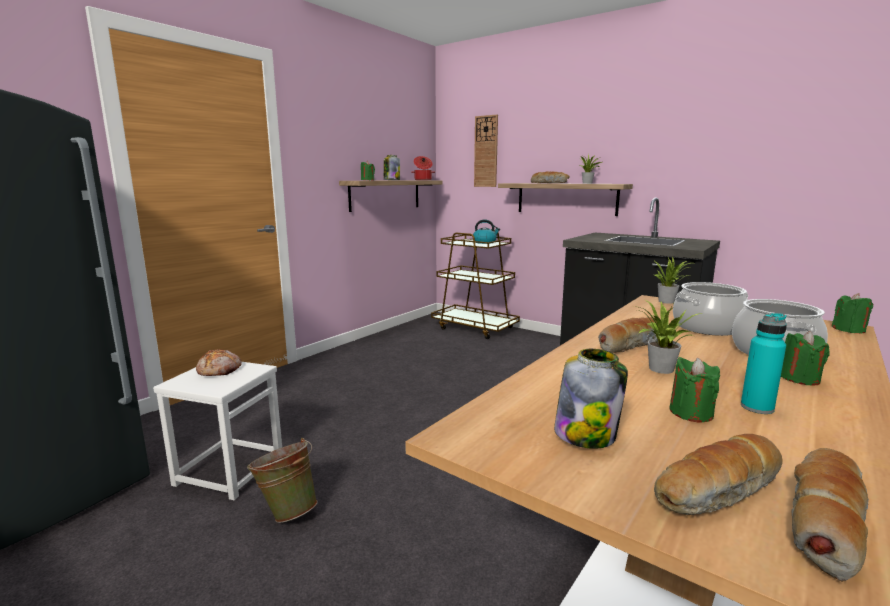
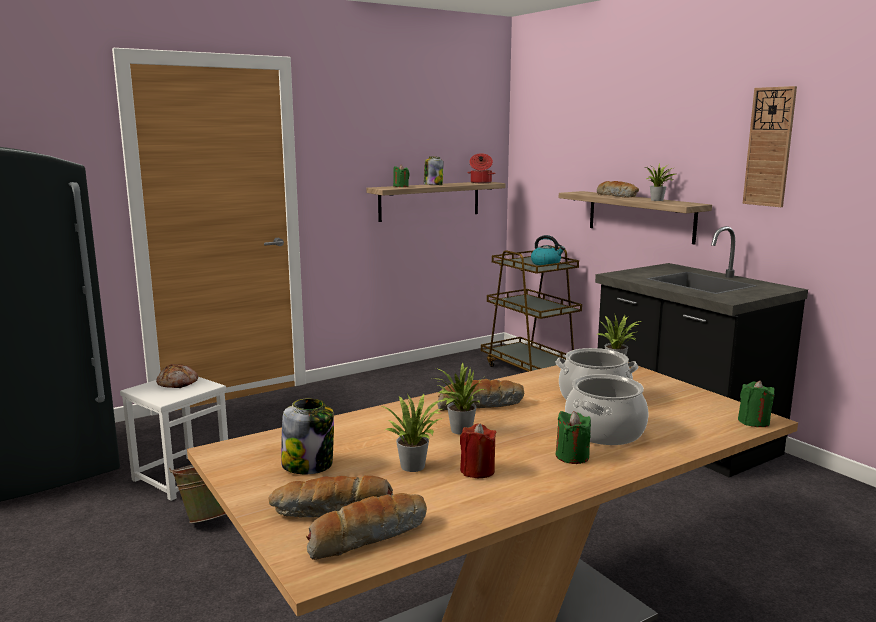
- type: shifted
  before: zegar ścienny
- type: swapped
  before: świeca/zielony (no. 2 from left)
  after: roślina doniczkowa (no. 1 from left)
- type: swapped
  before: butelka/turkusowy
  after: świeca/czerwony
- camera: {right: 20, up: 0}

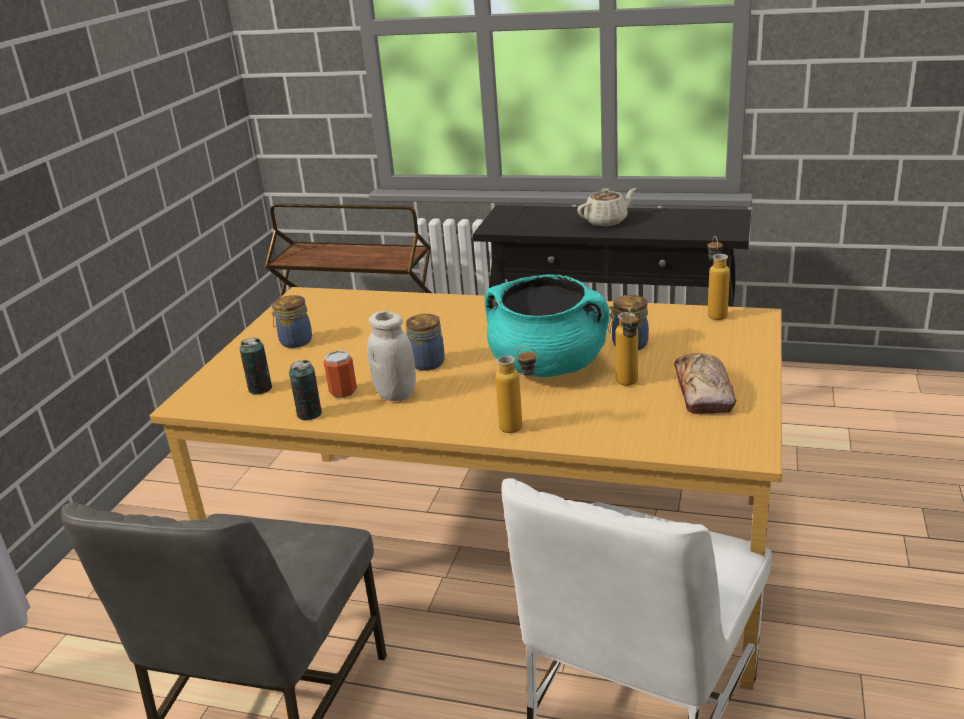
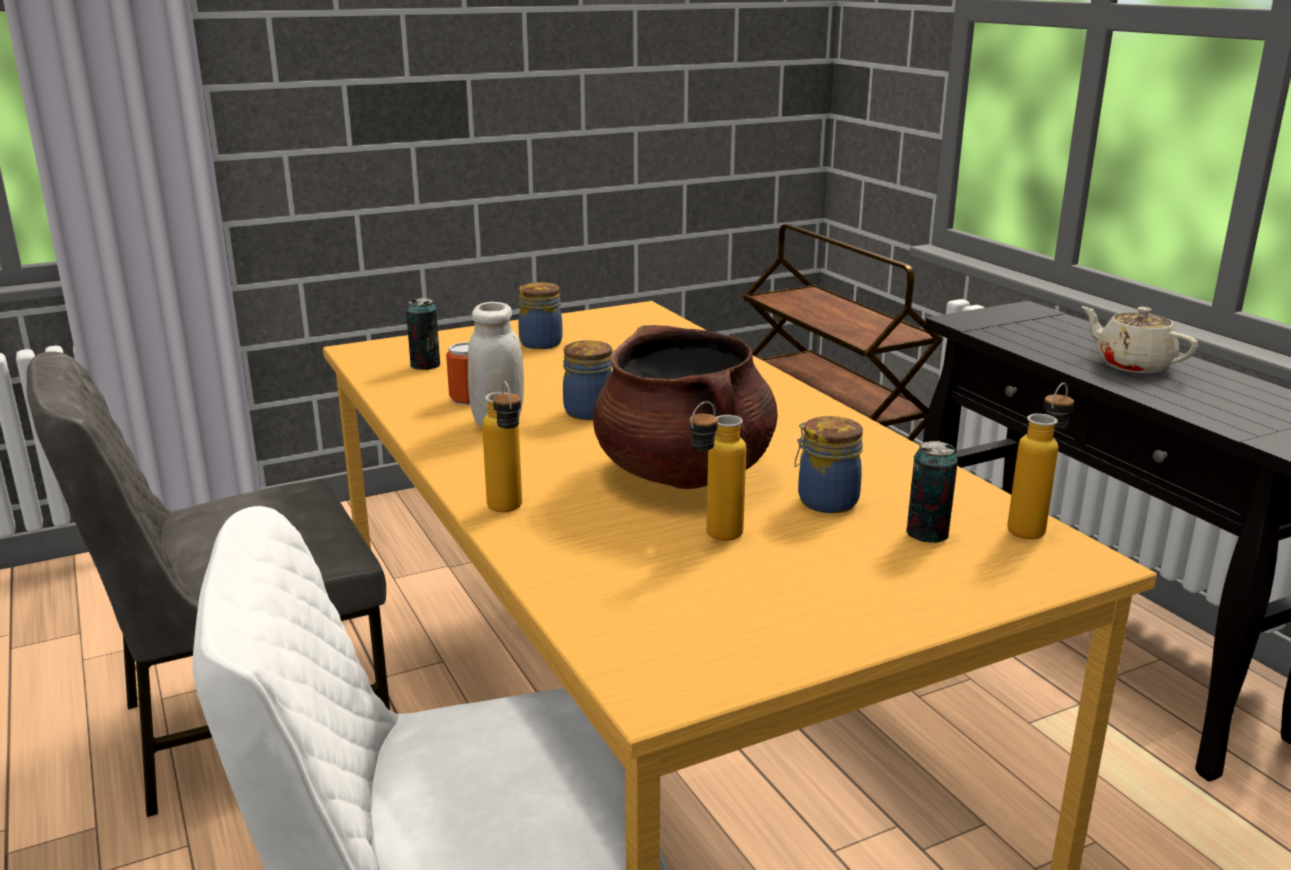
- type: shifted
  before: puszka (no. 2 from left in the first image)
  after: puszka (no. 3 from left)
- type: repainted
  before: garnek/turkusowy
  after: garnek/brązowy
- type: rotated
  before: imbryk/beżowy
  turn: -150
- type: gone
  before: chleb
- camera: {right: 45, up: -5}

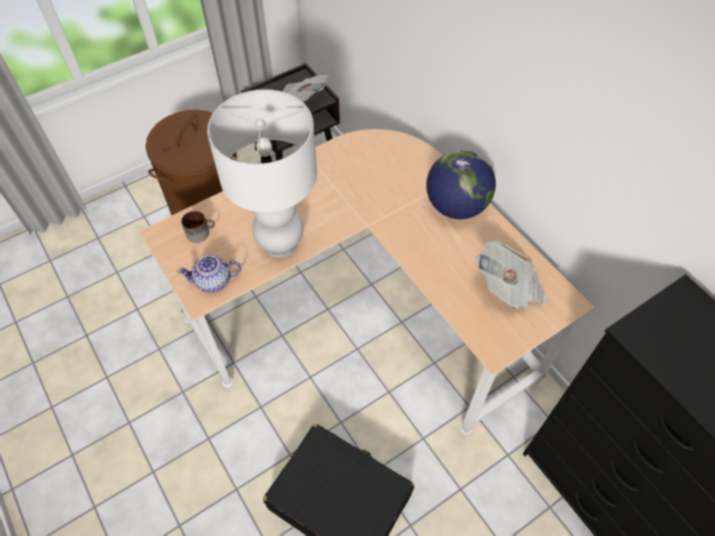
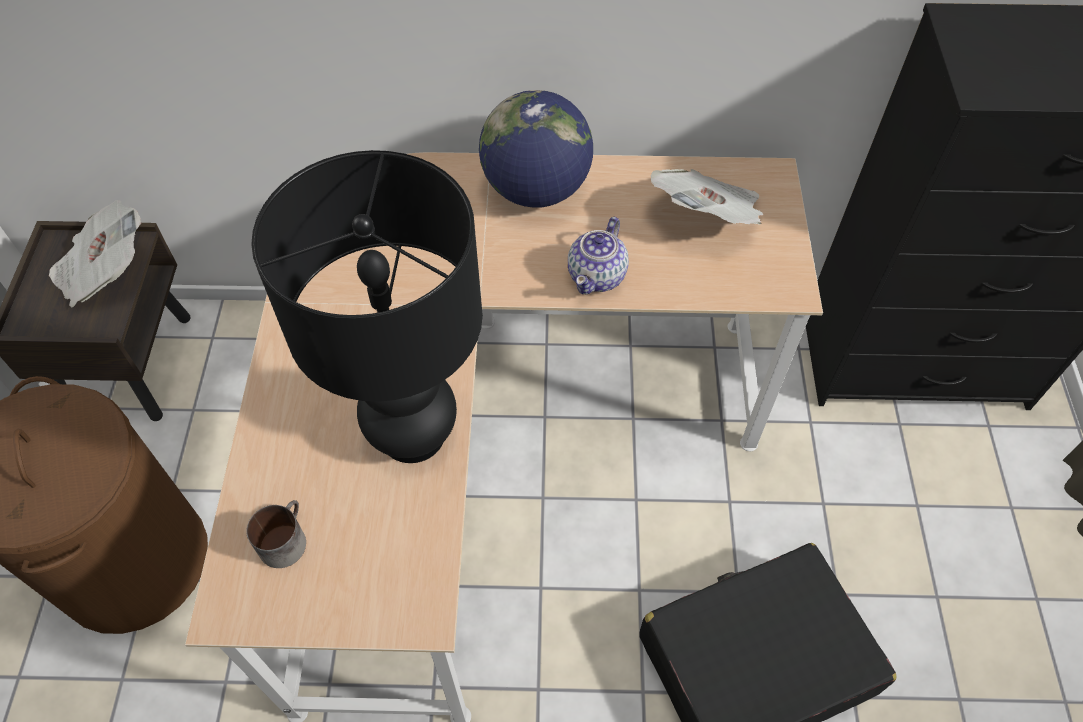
- type: shifted
  before: imbryk
- type: repainted
  before: lampa stołowa/biały
  after: lampa stołowa/czarny
- camera: {right: -55, up: 0}

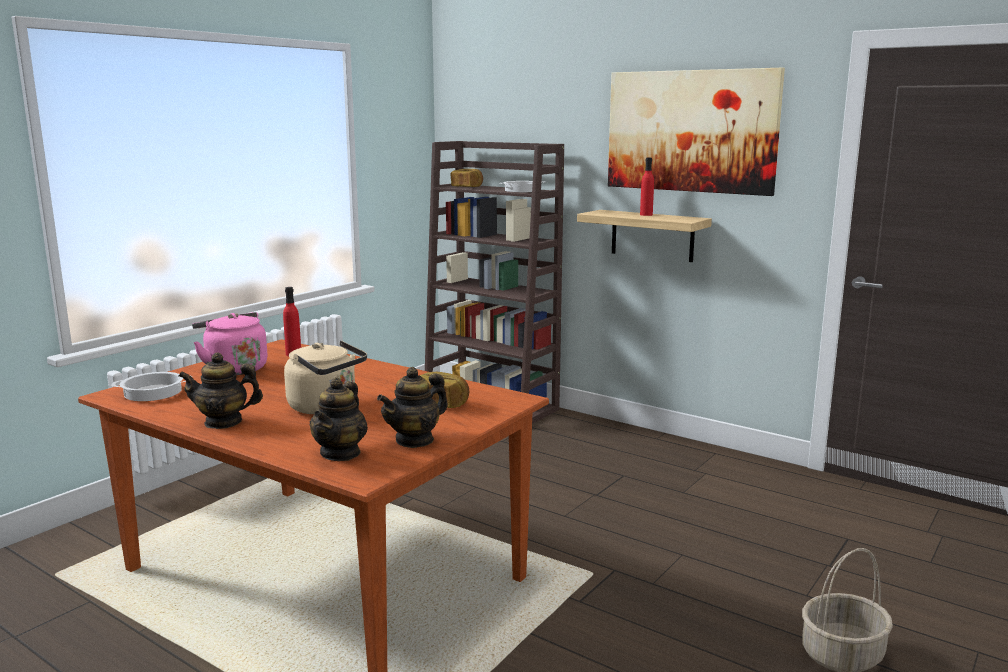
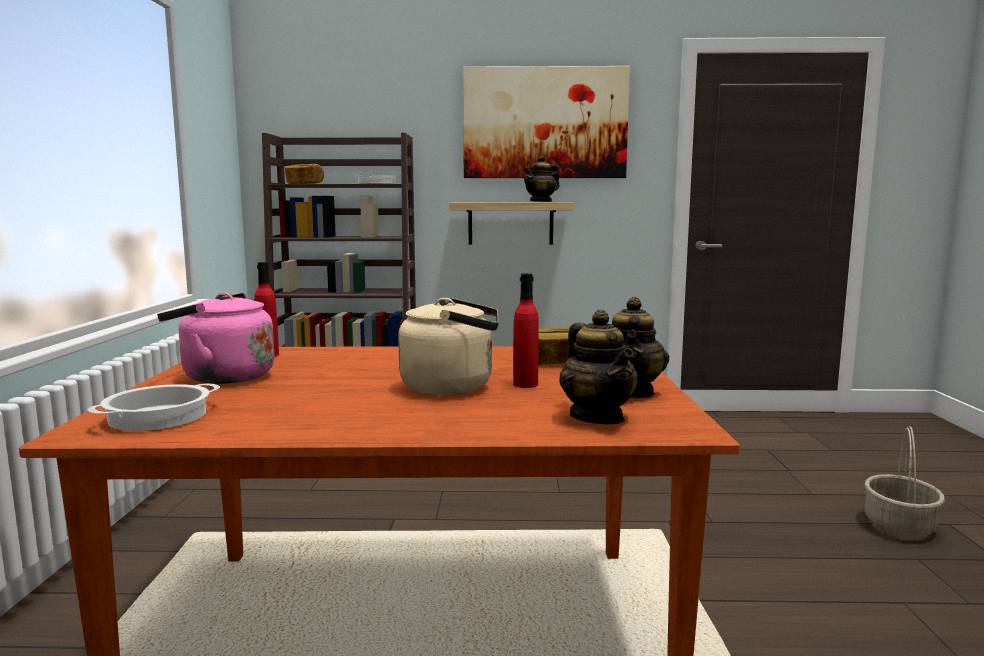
- type: shifted
  before: imbryk (no. 1 from left)
- type: shifted
  before: butelka/czerwony (no. 2 from left)
- camera: {right: -35, up: -5}

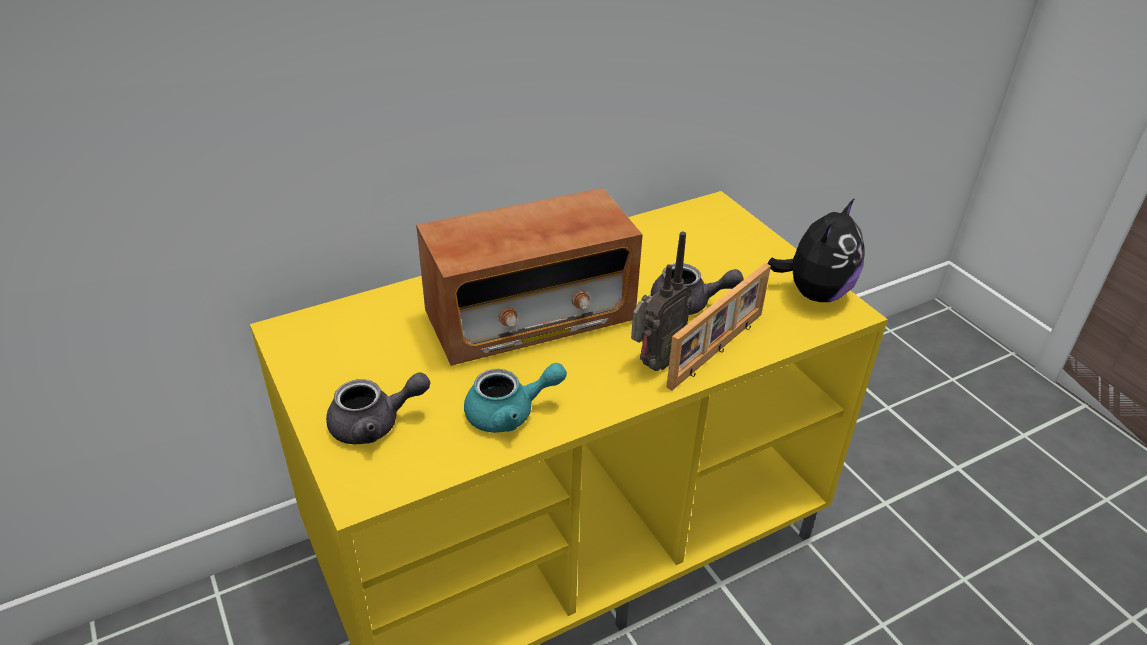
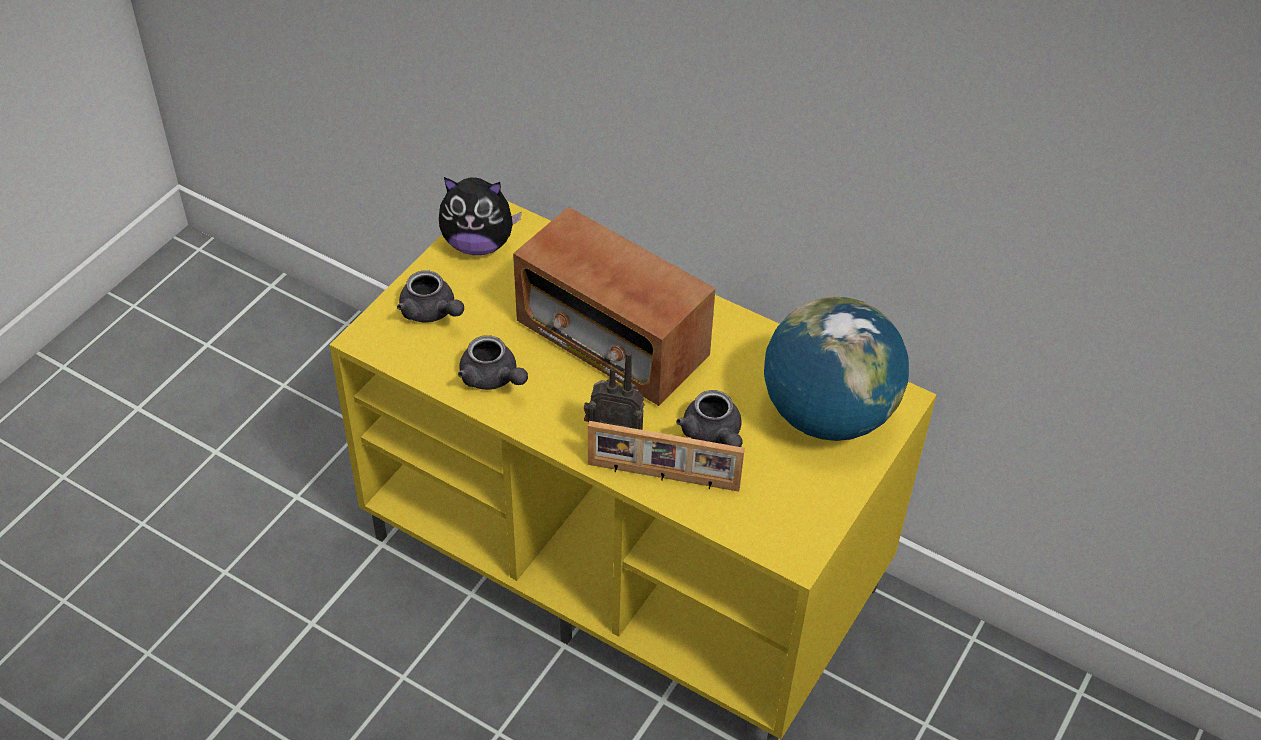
- type: repainted
  before: imbryk/turkusowy
  after: imbryk/szary (no. 2 from left)
- type: shifted
  before: pluszak
- type: new
  after: globus
- camera: {right: 60, up: 10}

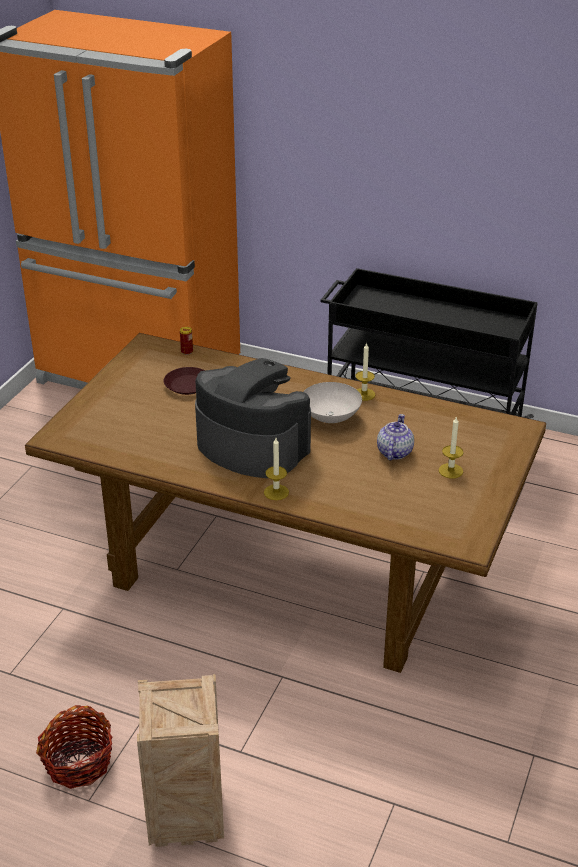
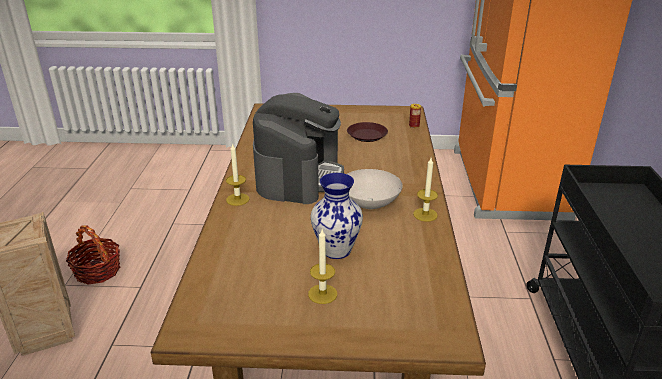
- type: swapped
  before: imbryk
  after: wazon
- camera: {right: 70, up: -5}

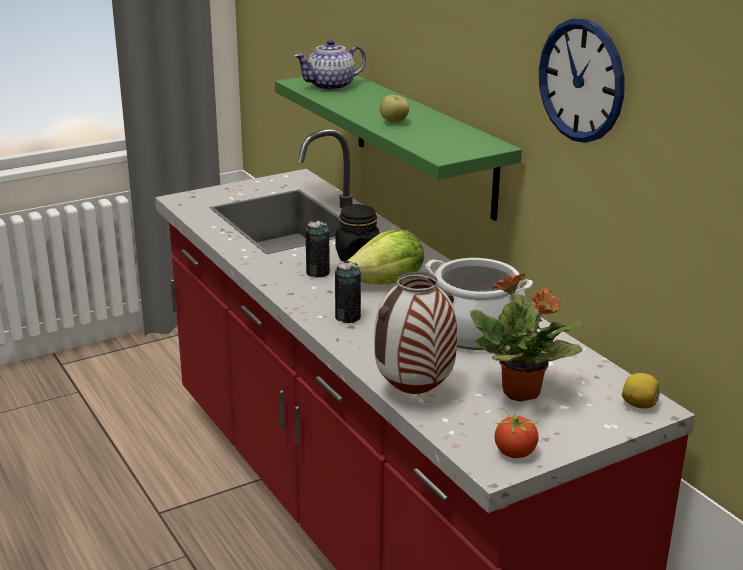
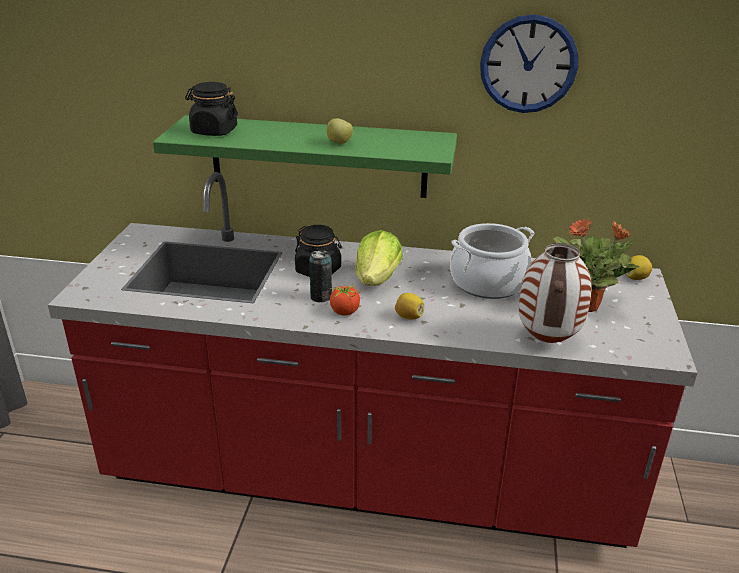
- type: swapped
  before: imbryk
  after: słoik/czarny (no. 1 from left)
- type: swapped
  before: puszka (no. 2 from left)
  after: cytryna (no. 1 from left)
- type: shifted
  before: pomidor
- camera: {right: -50, up: 5}

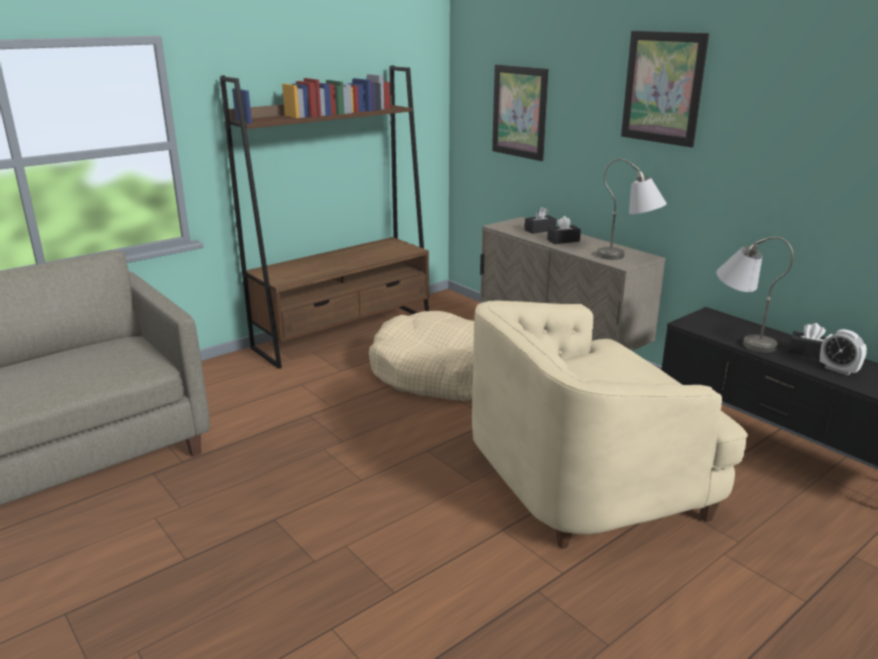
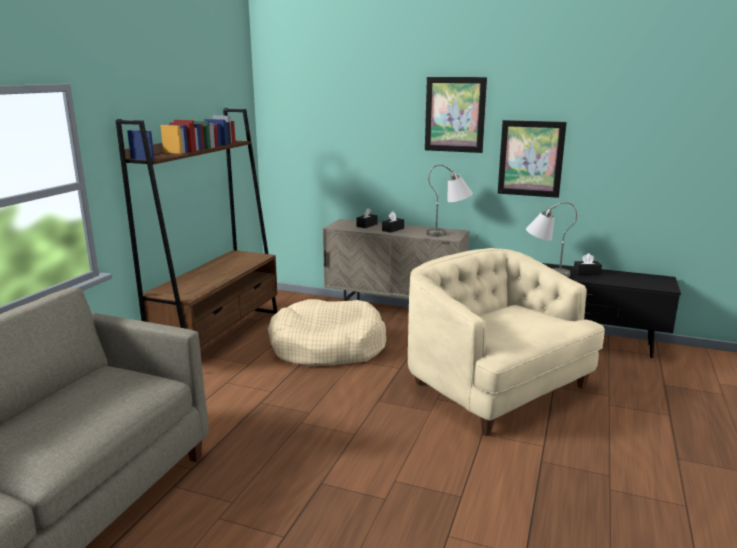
- type: rotated
  before: fotel/beżowy
  turn: 105
- type: shifted
  before: obraz (no. 1 from left in the first image)
  after: obraz (no. 2 from left)
- type: gone
  before: budzik
- camera: {right: -30, up: -5}

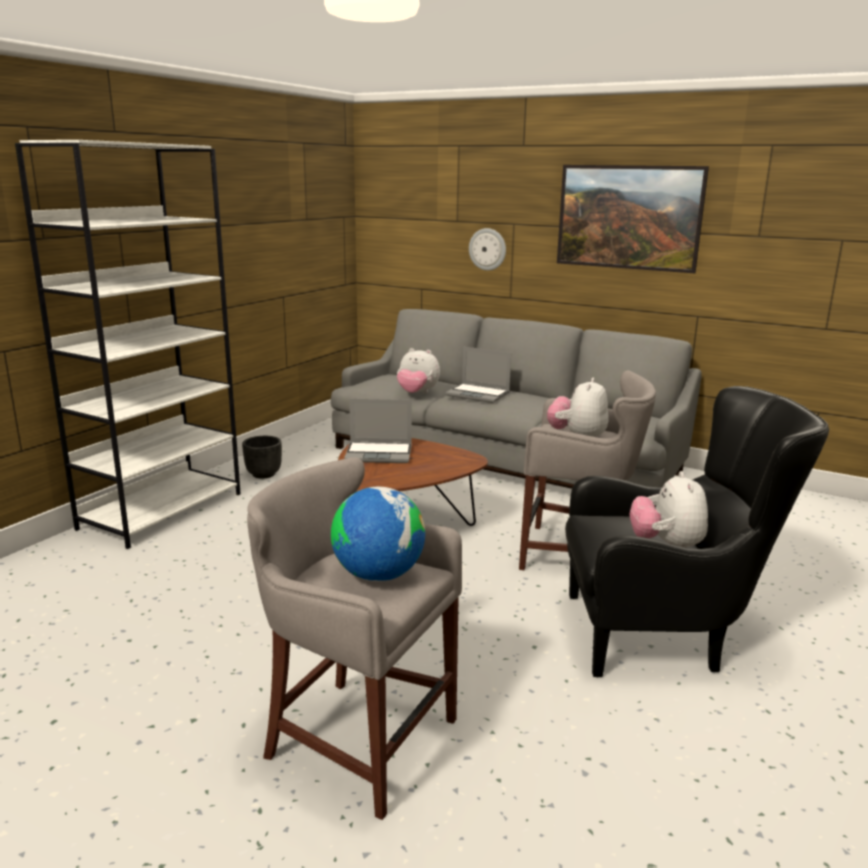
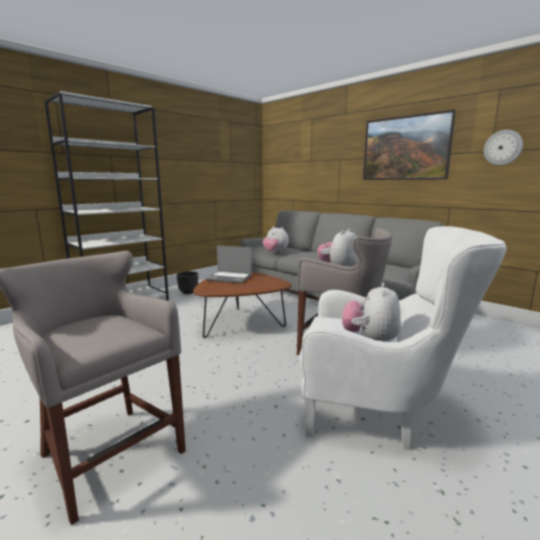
- type: gone
  before: globus
- type: gone
  before: laptop (no. 2 from left)
- type: shifted
  before: zegar ścienny
- type: repainted
  before: fotel/czarny
  after: fotel/biały
- camera: {right: 15, up: -5}

